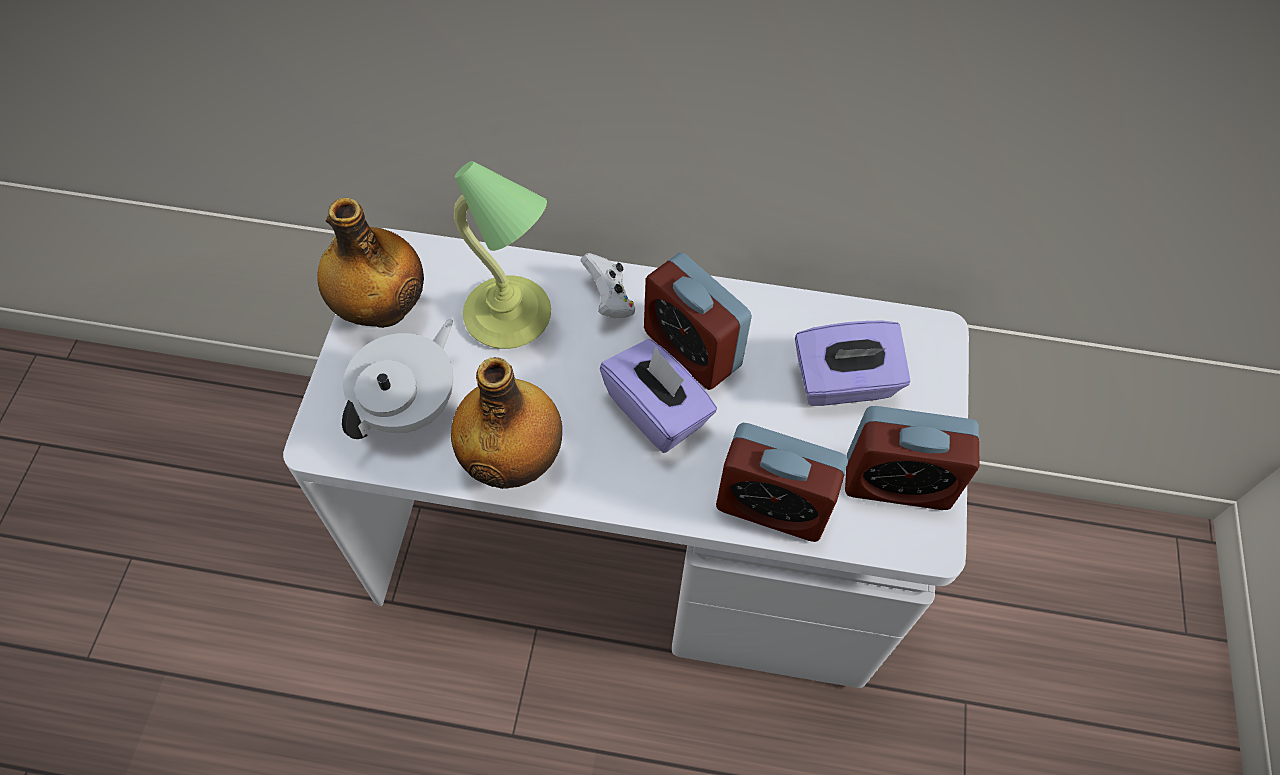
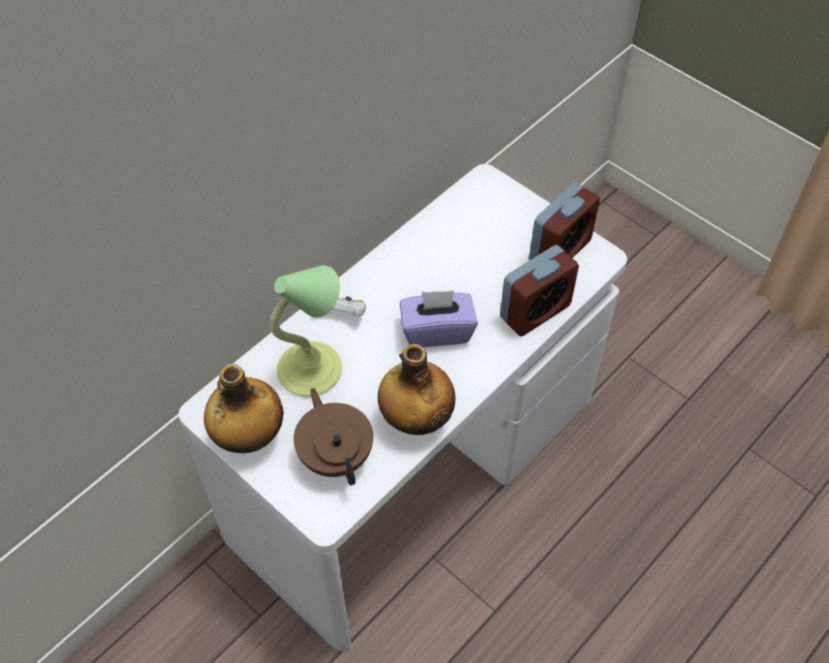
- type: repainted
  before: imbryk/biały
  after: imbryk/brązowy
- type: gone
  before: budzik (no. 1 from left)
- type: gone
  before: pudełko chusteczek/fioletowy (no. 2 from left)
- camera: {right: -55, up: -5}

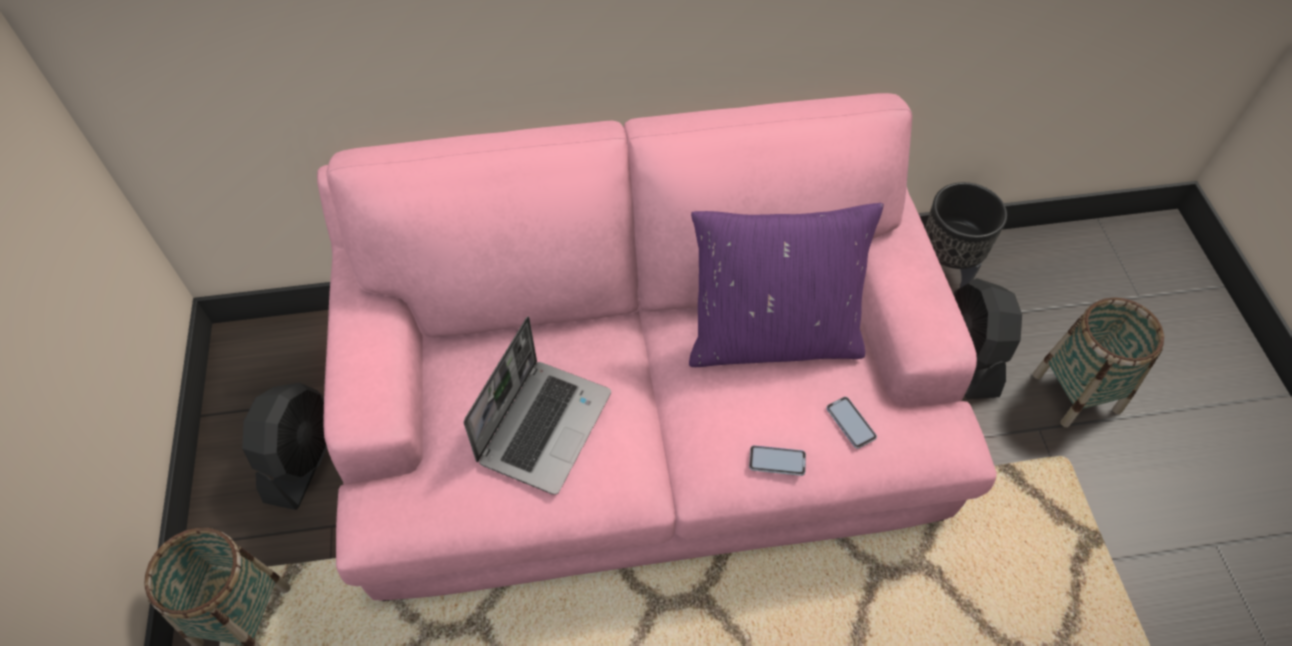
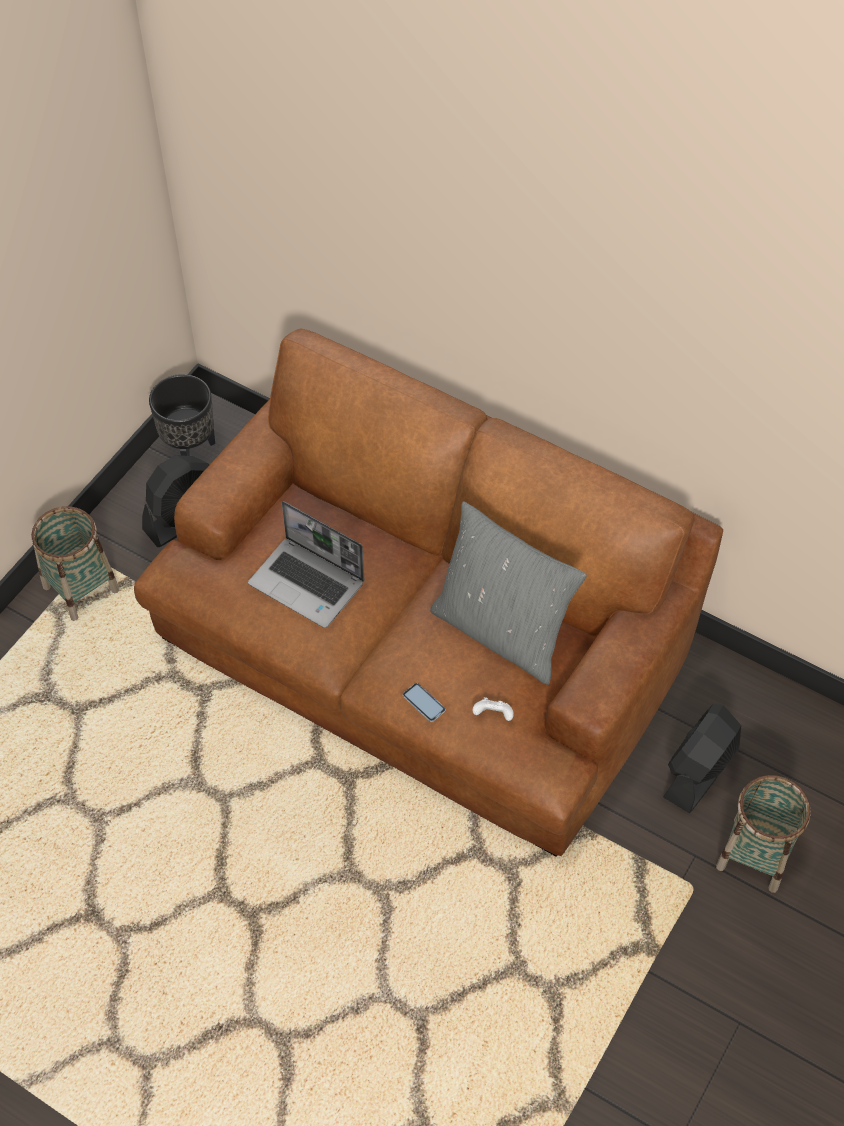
- type: repainted
  before: kanapa/różowy
  after: kanapa/brązowy
- type: rotated
  before: laptop
  turn: 60
- type: repainted
  before: poduszka/fioletowy
  after: poduszka/szary
- type: swapped
  before: telefon (no. 2 from left)
  after: pad do gier/biały
- type: shifted
  before: donica/czarny
- camera: {right: 40, up: 0}

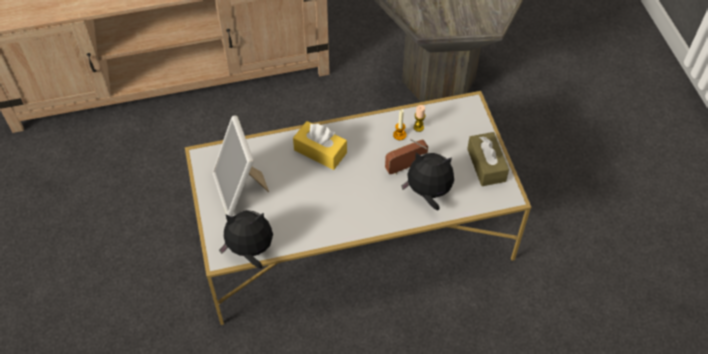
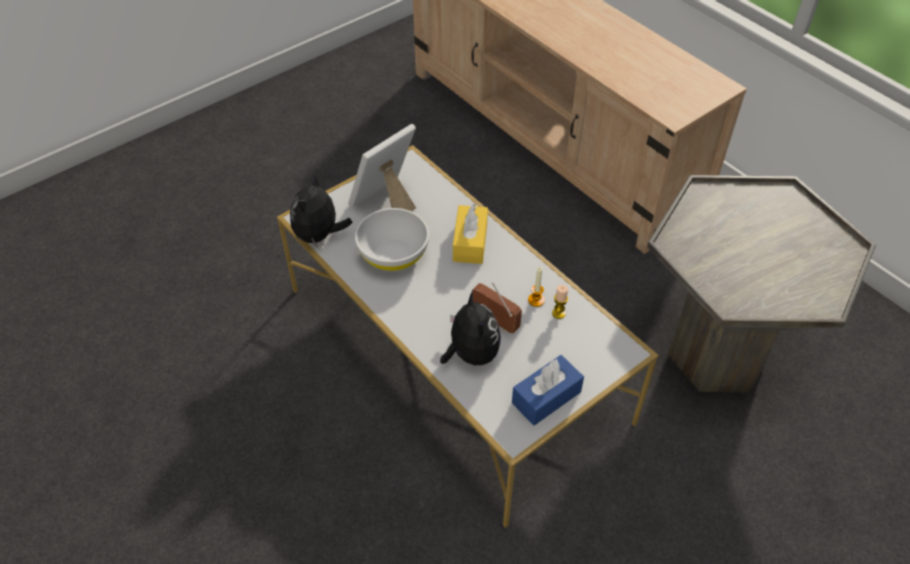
- type: rotated
  before: pluszak (no. 1 from left)
  turn: -135
- type: repainted
  before: pudełko chusteczek/brązowy
  after: pudełko chusteczek/niebieski
- type: new
  after: miska/biały
- camera: {right: 65, up: -5}

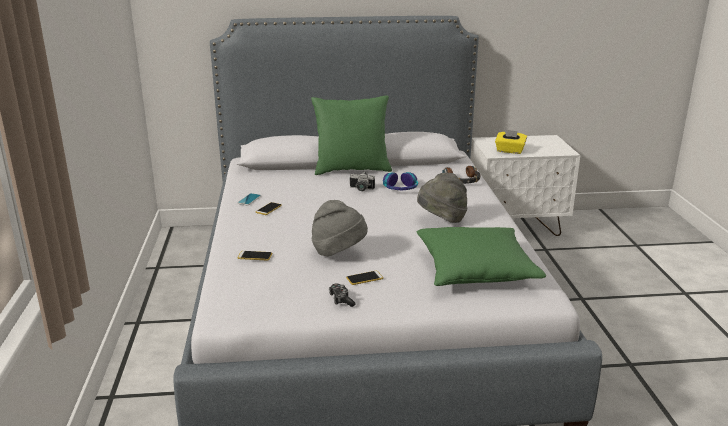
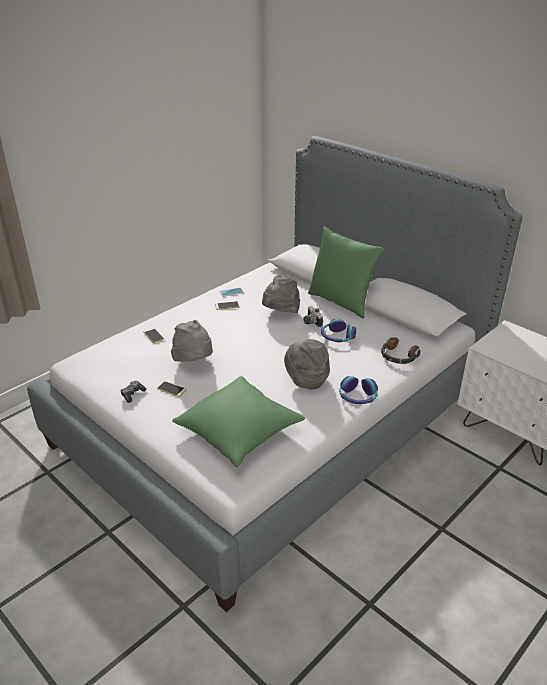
- type: gone
  before: pudełko chusteczek/żółty
- type: new
  after: kapelusz/szary (no. 2 from left)
- type: new
  after: słuchawki (no. 2 from left)
- camera: {right: 50, up: 10}

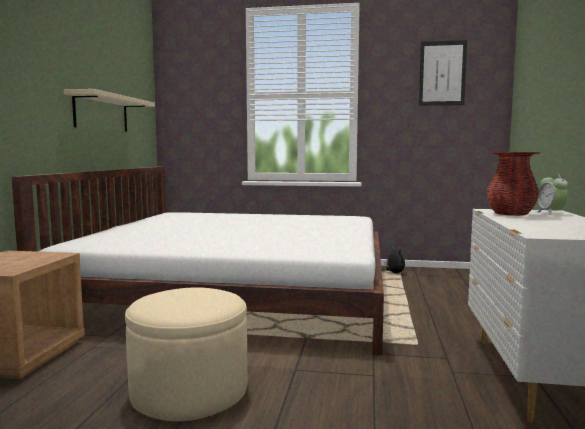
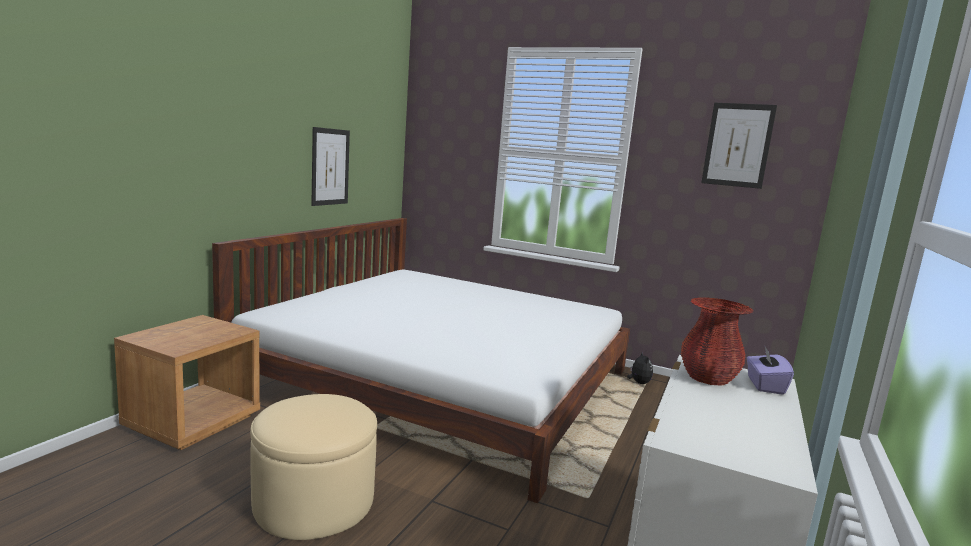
- type: swapped
  before: półka/beżowy
  after: obraz (no. 1 from left)
- type: swapped
  before: budzik
  after: pudełko chusteczek/fioletowy
- camera: {right: 15, up: 5}

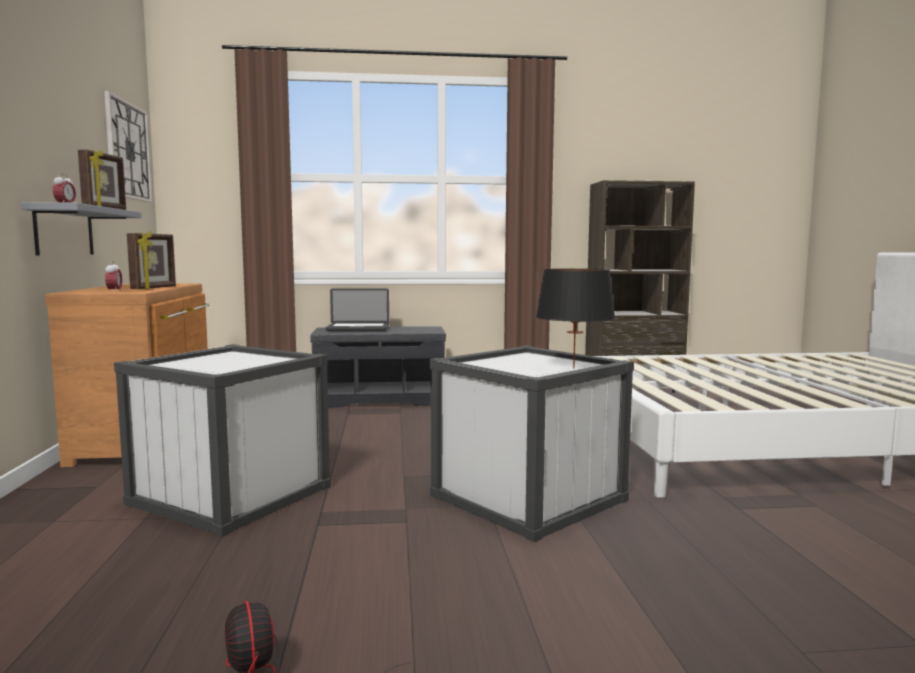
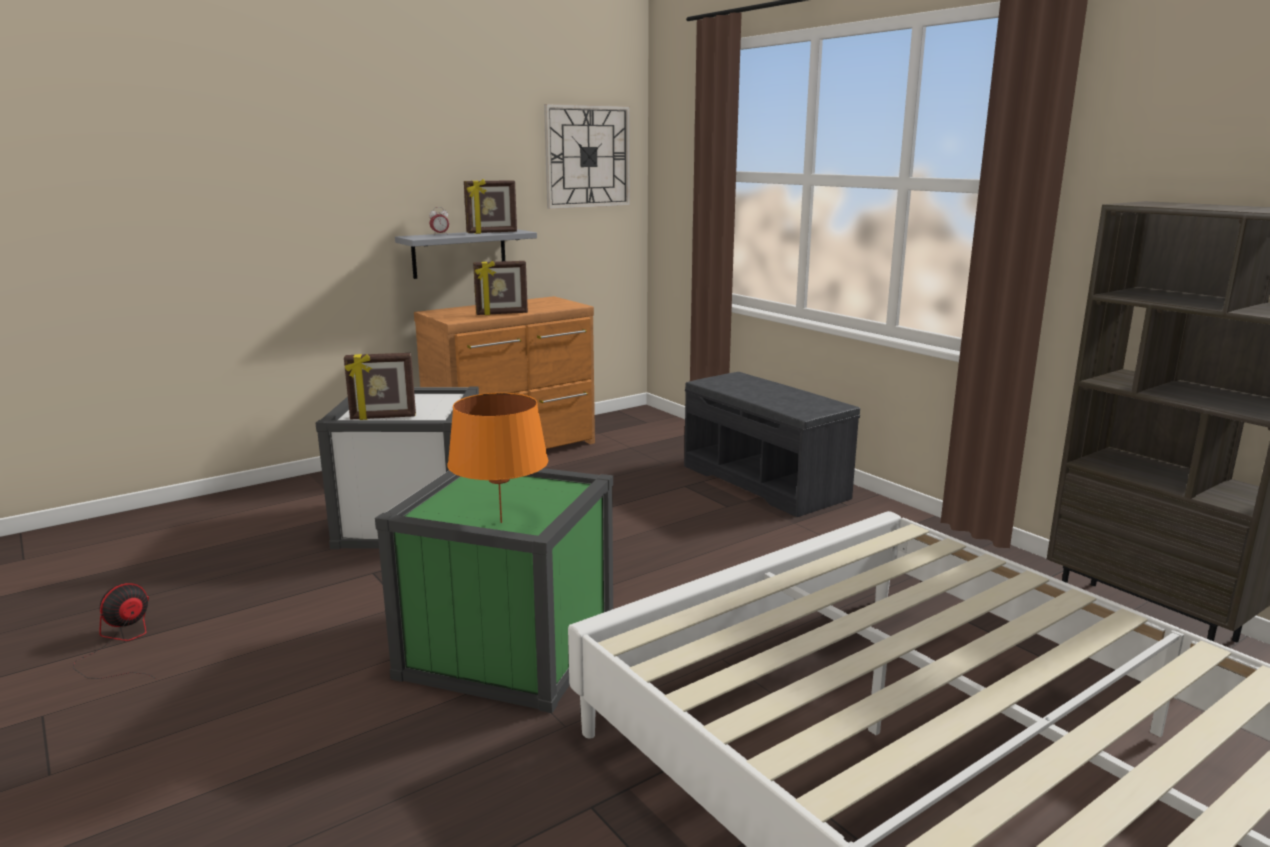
- type: gone
  before: budzik (no. 2 from left)
- type: gone
  before: laptop
- type: repainted
  before: pojemnik do przechowywania/biały (no. 2 from left)
  after: pojemnik do przechowywania/zielony
- type: repainted
  before: lampa stołowa/czarny
  after: lampa stołowa/pomarańczowy
- type: new
  after: ramka na zdjęcie (no. 1 from left)
- camera: {right: 60, up: 10}

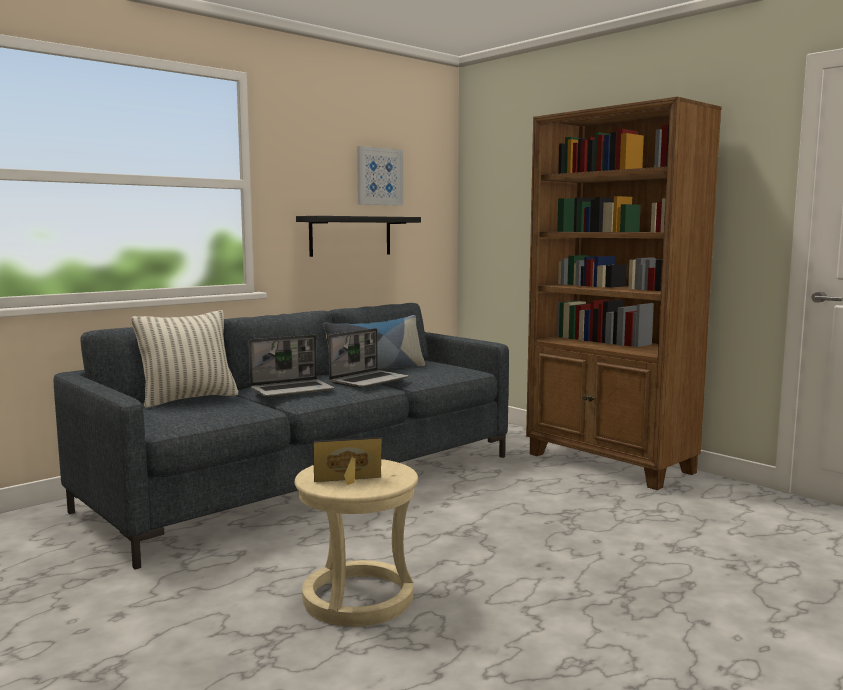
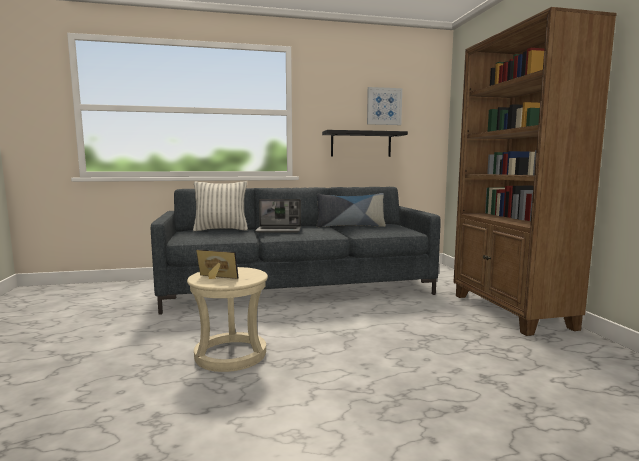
- type: gone
  before: laptop (no. 2 from left)
- camera: {right: 30, up: 0}

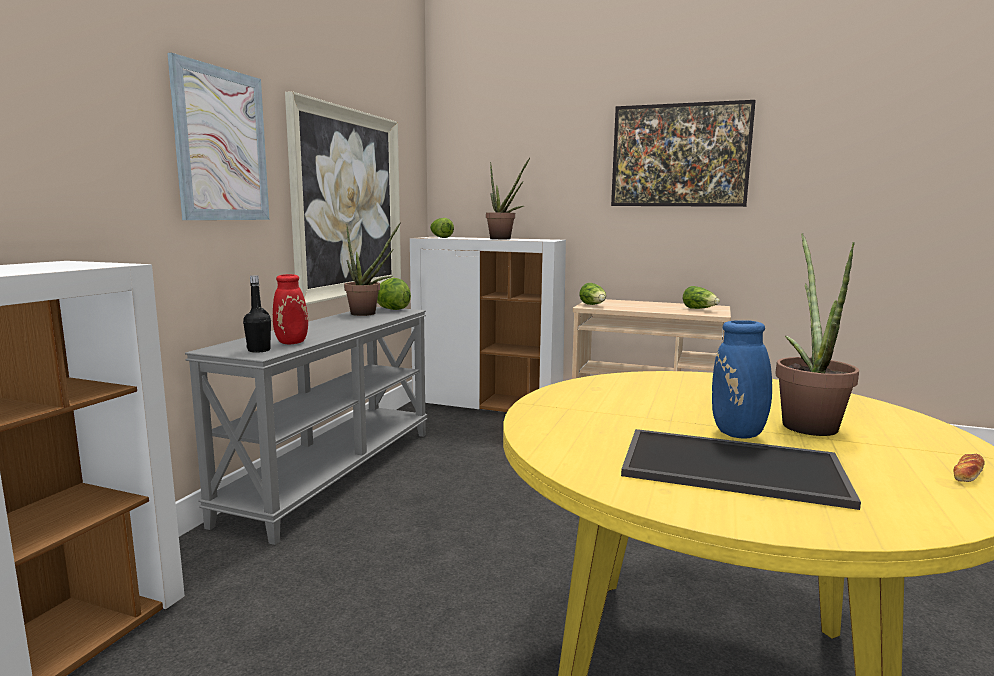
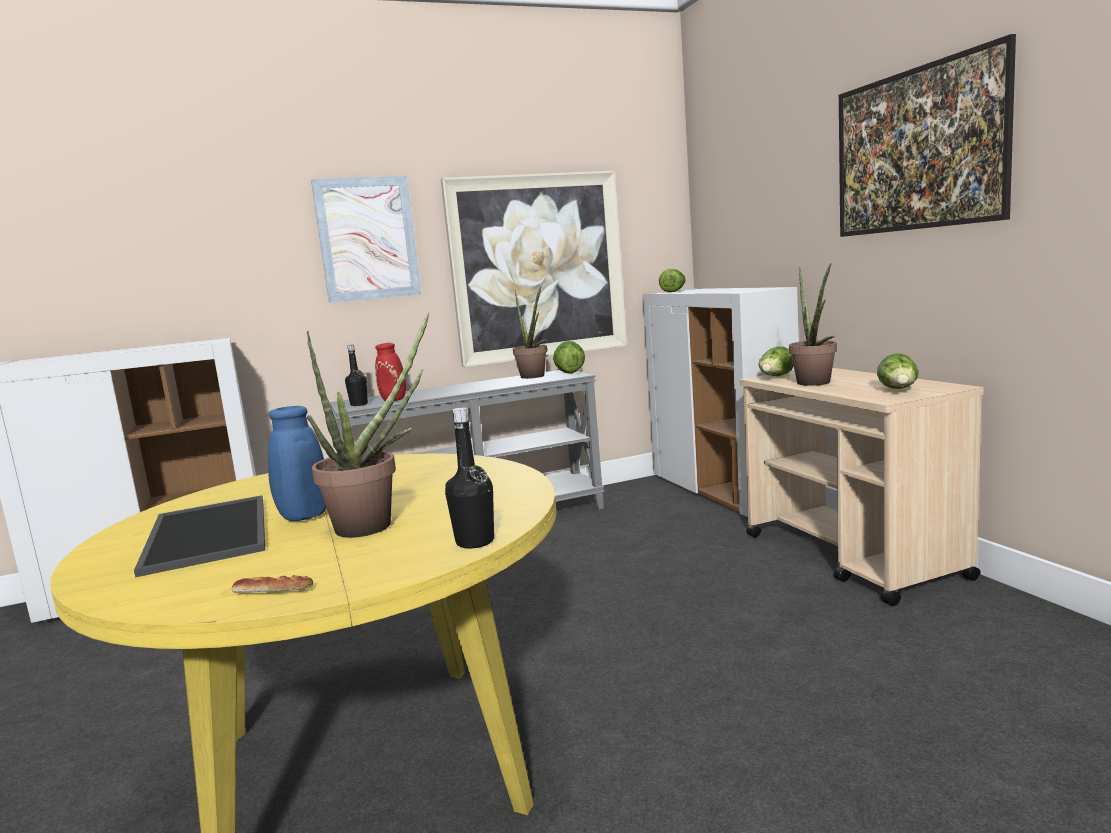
- type: shifted
  before: roślina doniczkowa (no. 2 from left in the first image)
  after: roślina doniczkowa (no. 3 from left)
- type: new
  after: butelka/czarny (no. 2 from left)
- camera: {right: 50, up: 0}

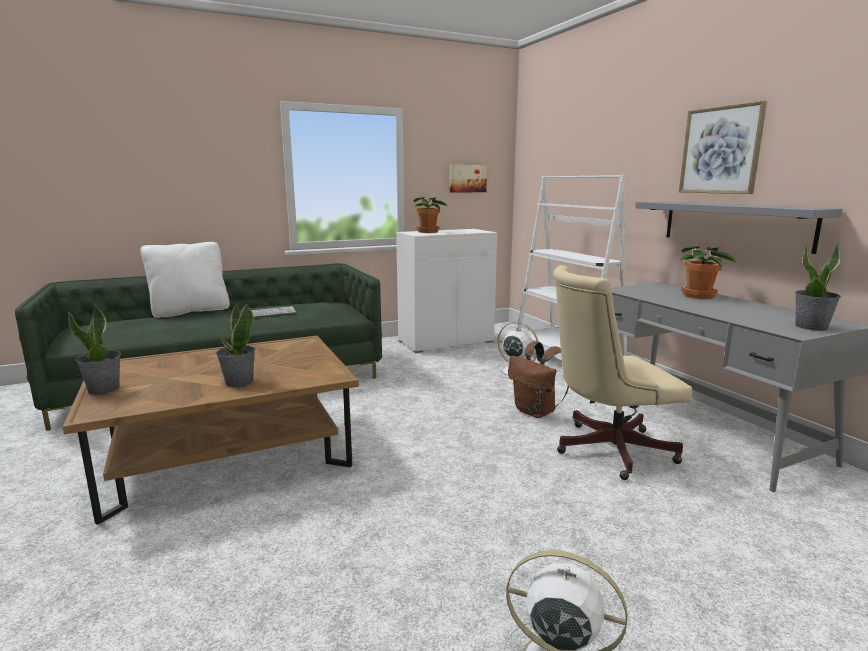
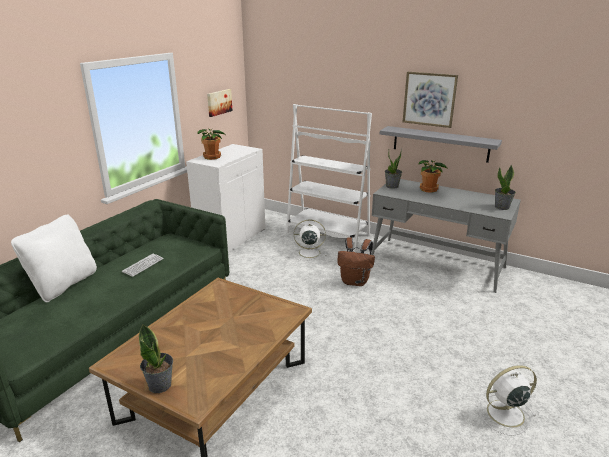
- type: shifted
  before: roślina doniczkowa (no. 2 from left in the first image)
  after: roślina doniczkowa (no. 3 from left)
- type: gone
  before: krzesło biurowe/beżowy
- camera: {right: -35, up: 10}

